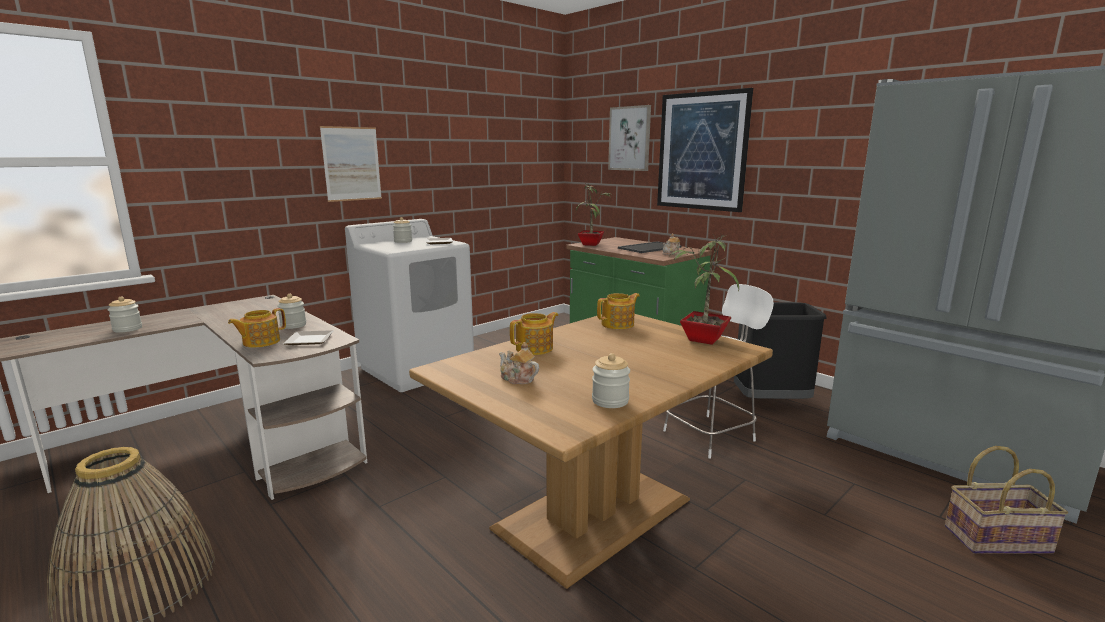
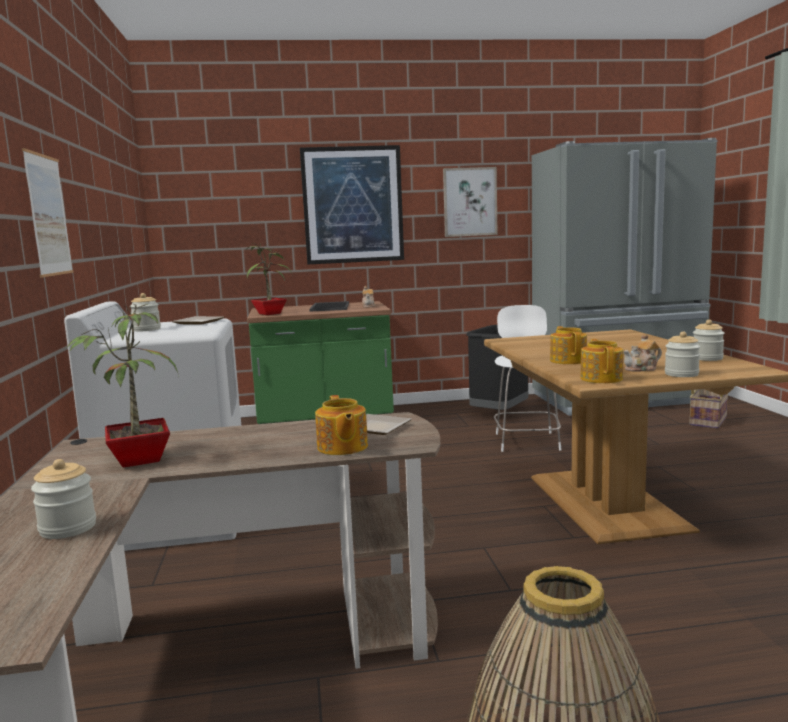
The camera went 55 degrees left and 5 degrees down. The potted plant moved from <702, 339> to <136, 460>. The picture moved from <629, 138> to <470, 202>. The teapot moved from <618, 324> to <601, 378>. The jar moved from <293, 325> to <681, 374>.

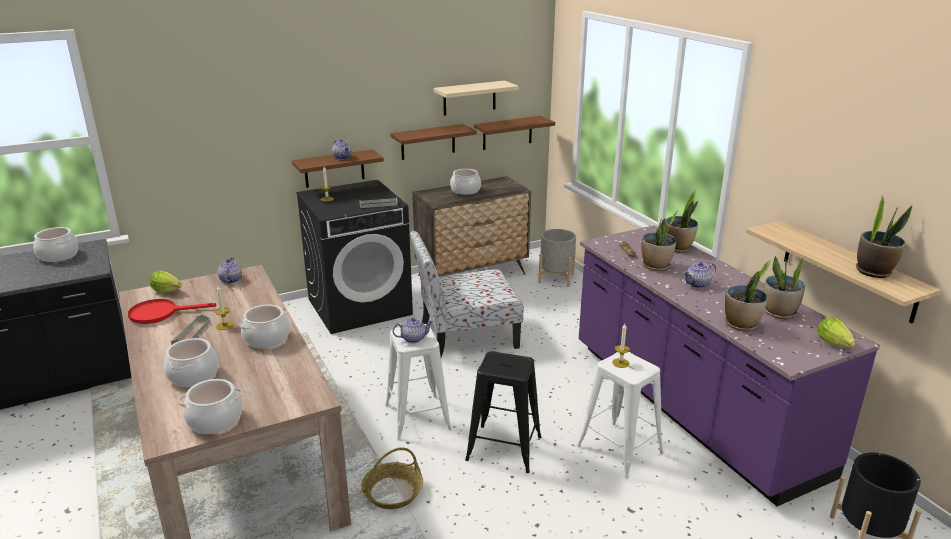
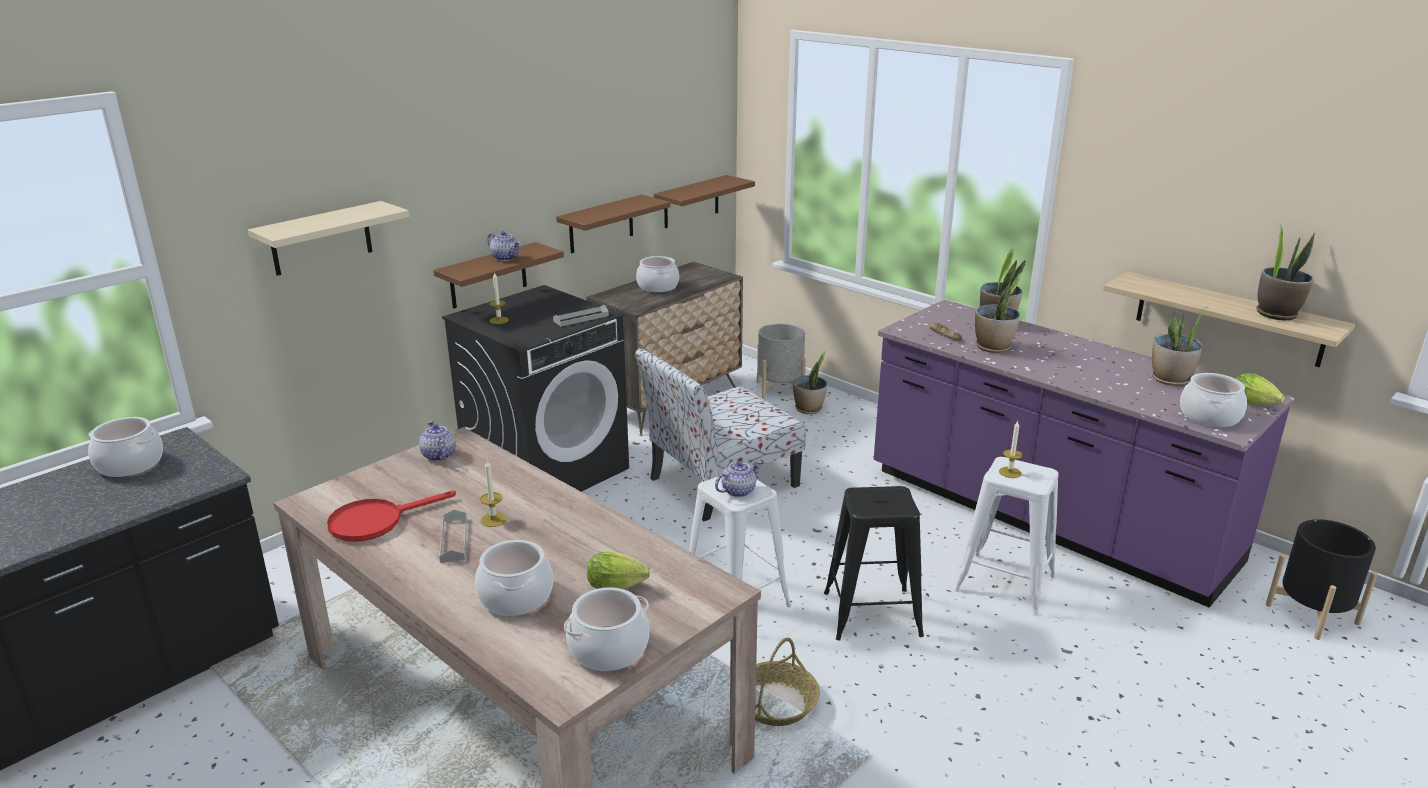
The camera went 20 degrees left and 0 degrees up. The shelf in beige moved from <469, 98> to <321, 238>. The lettuce moved from <168, 291> to <619, 586>. The potted plant moved from <741, 324> to <809, 409>. The cooking pot moved from <266, 339> to <1210, 416>. The teapot at <698, 284> disappeared.

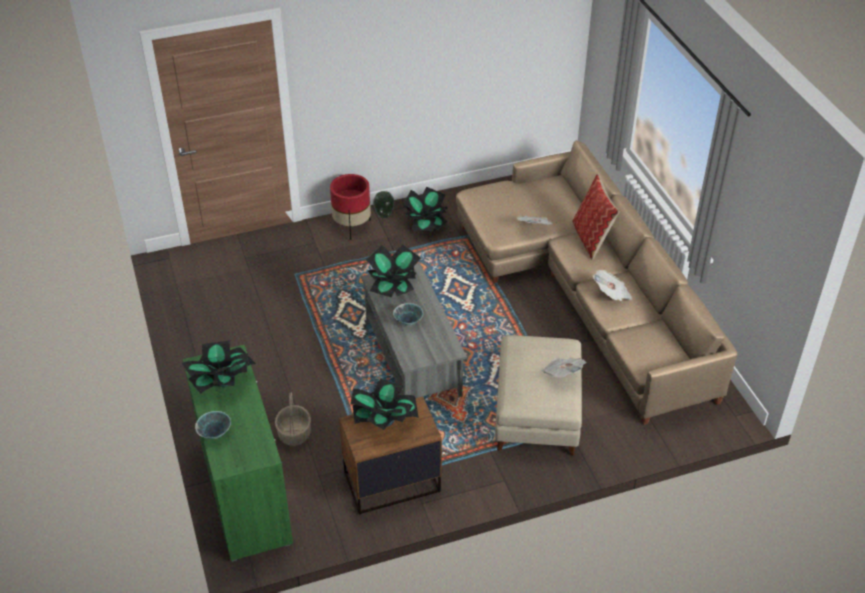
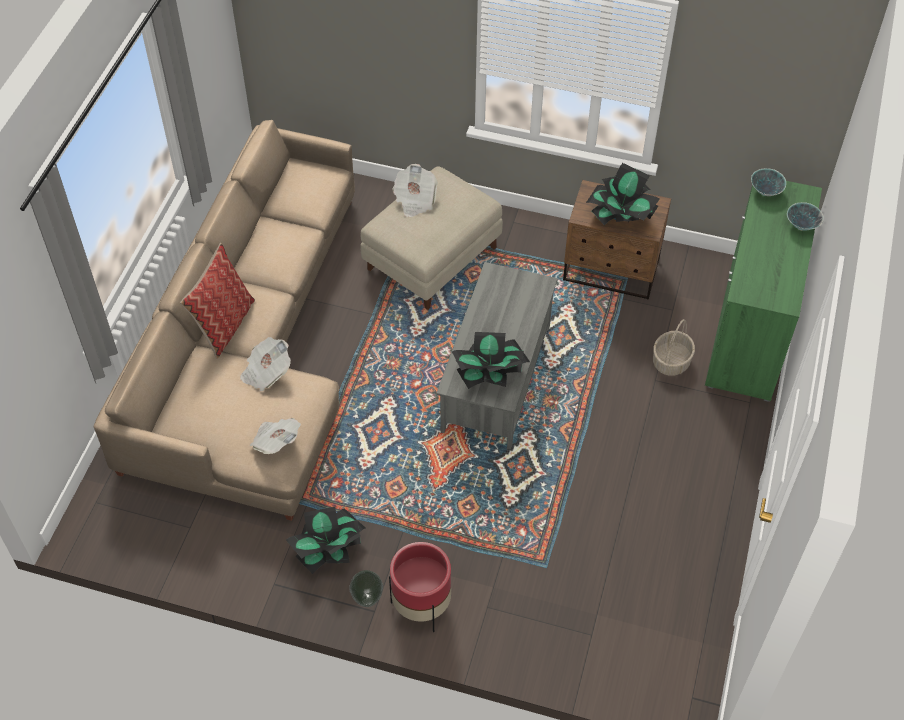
The camera went 145 degrees left and 10 degrees up. The newspaper moved from <611, 294> to <276, 442>. The bowl moved from <408, 322> to <765, 191>. The potted plant at <223, 382> disappeared.

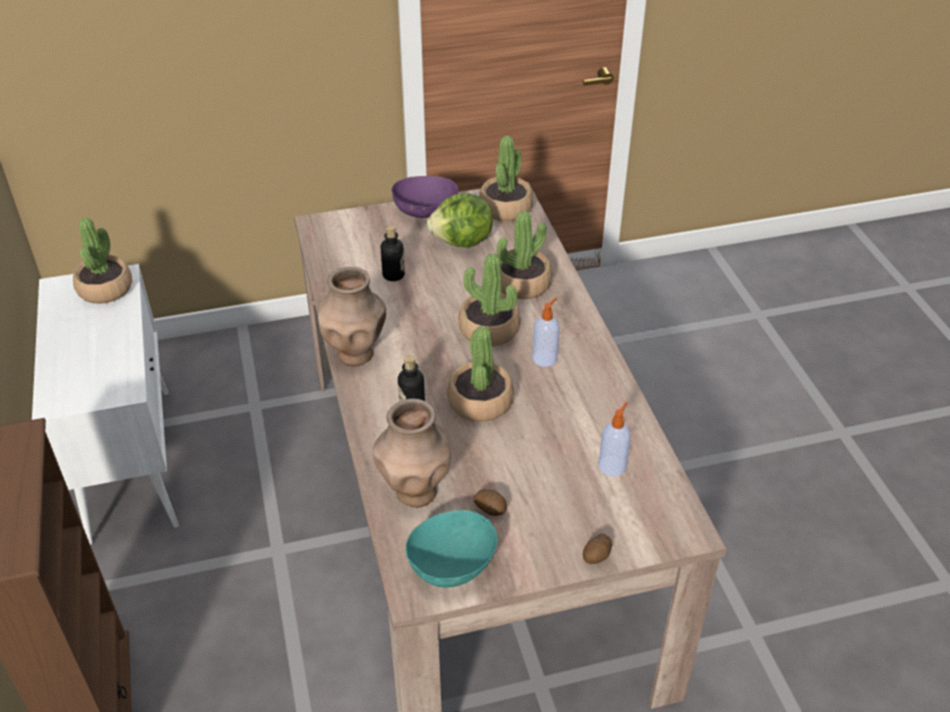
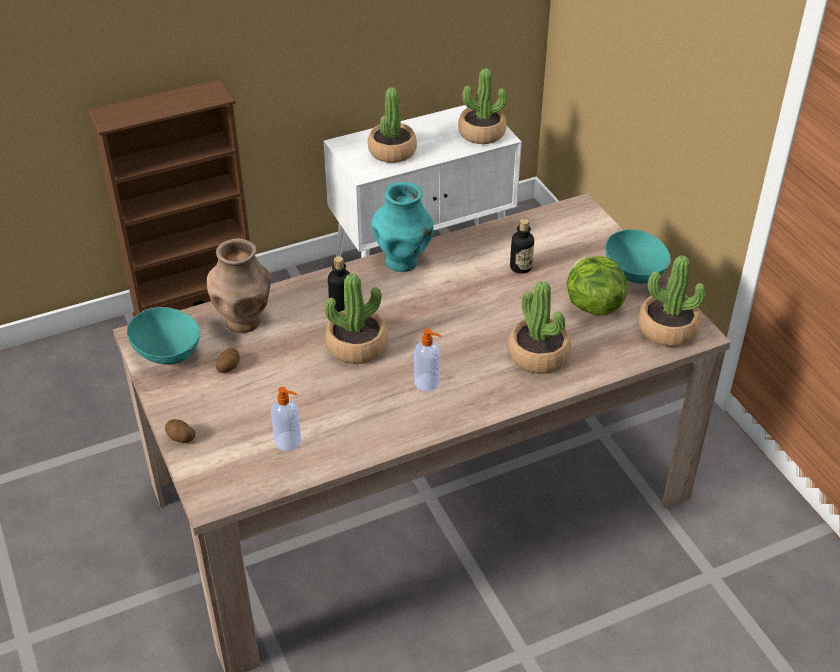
The camera went 80 degrees right and 0 degrees up. The potted plant moved from <489, 329> to <392, 151>. The vase in brown at <355, 353> became the vase in turquoise at <402, 262>. The bowl in purple at <425, 211> became the bowl in turquoise at <635, 272>.

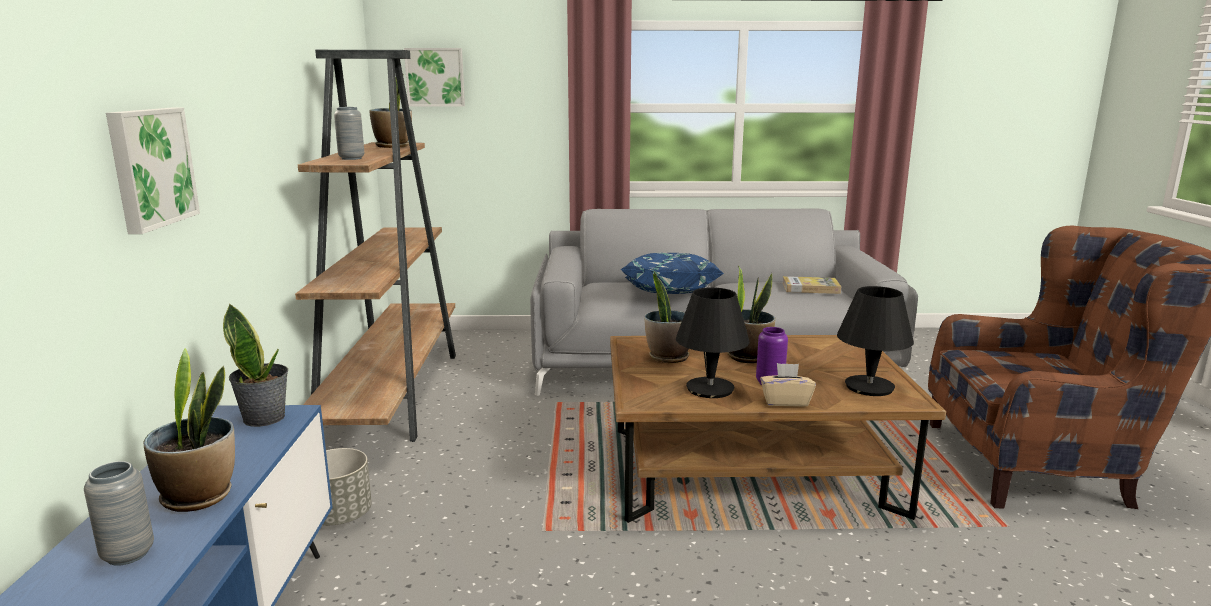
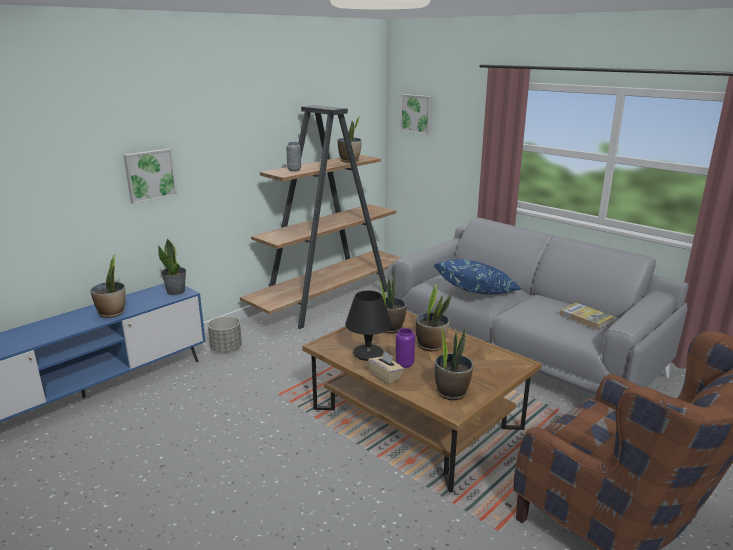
The camera went 45 degrees right and 5 degrees up. The table lamp in black at <869, 387> was replaced by the potted plant at <451, 392>. The vase in grey at <128, 554> disappeared.

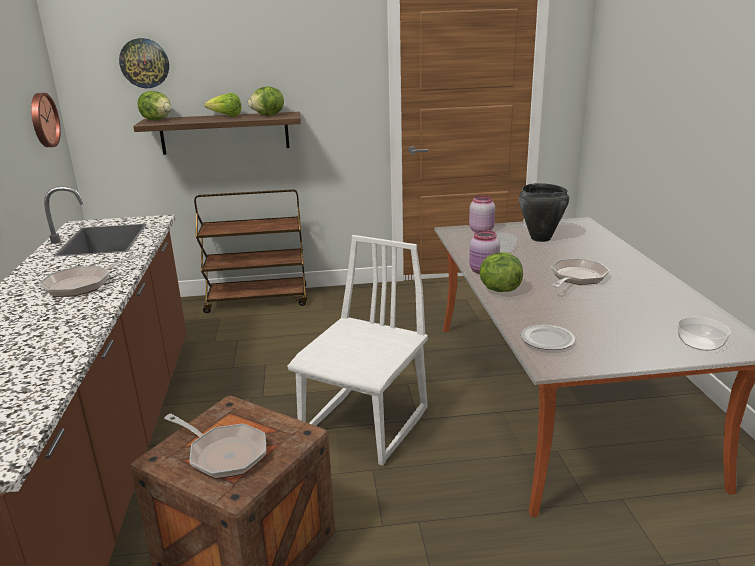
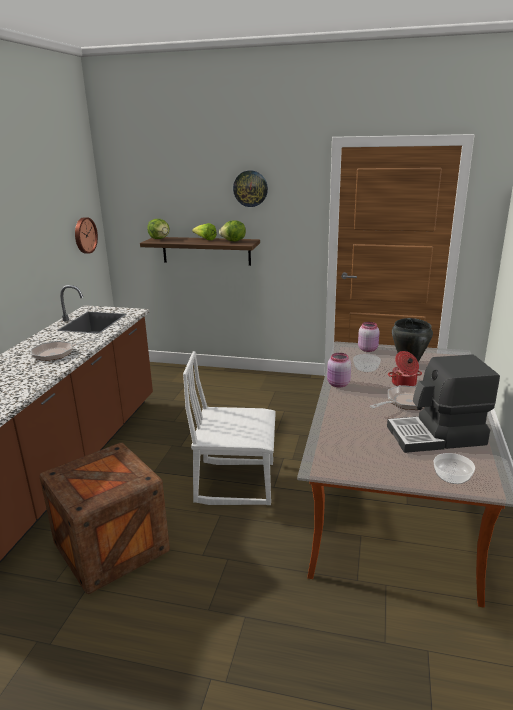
The camera went 20 degrees right and 0 degrees up. The chair in white at <366, 425> turned 135 degrees counterclockwise. The wall clock moved from <144, 63> to <250, 188>. The coffee machine at <437, 436> appeared. The cooking pot at <404, 383> appeared. The frying pan at <223, 454> disappeared. The cart in brown at <258, 300> disappeared. The lettuce at <498, 289> disappeared. The plate at <547, 340> disappeared.

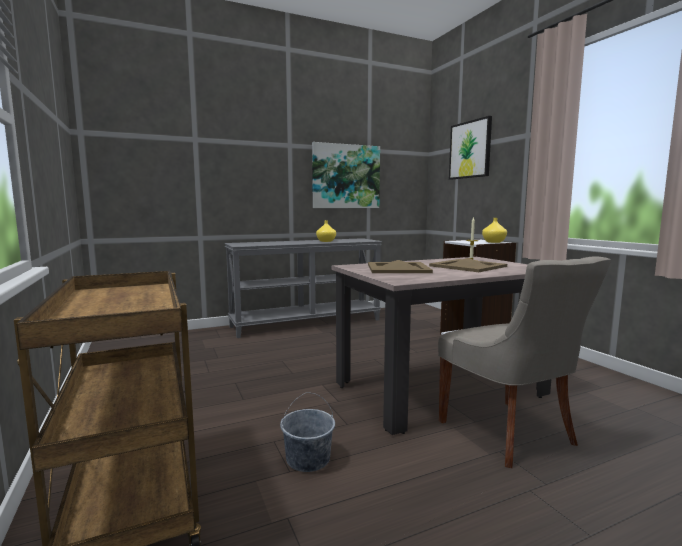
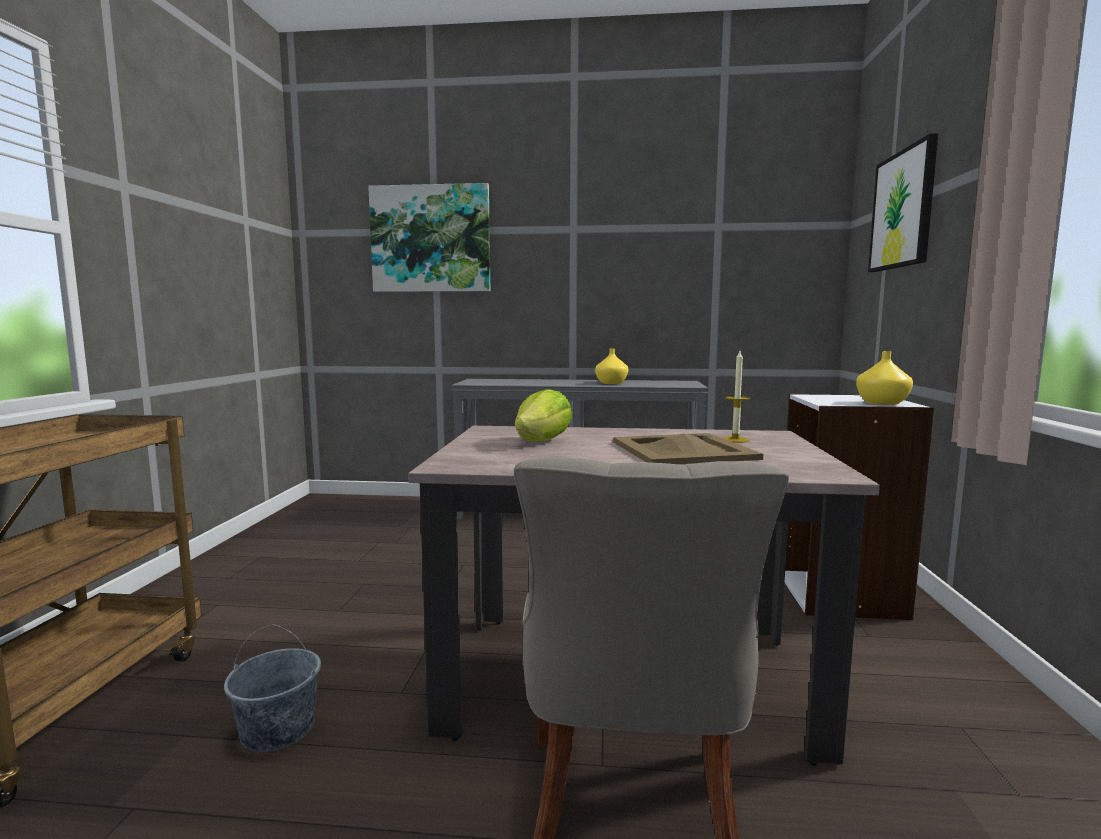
The camera went 30 degrees right and 0 degrees up. The picture moved from <346, 176> to <431, 239>. The tray in beige at <398, 268> was replaced by the lettuce at <543, 441>.

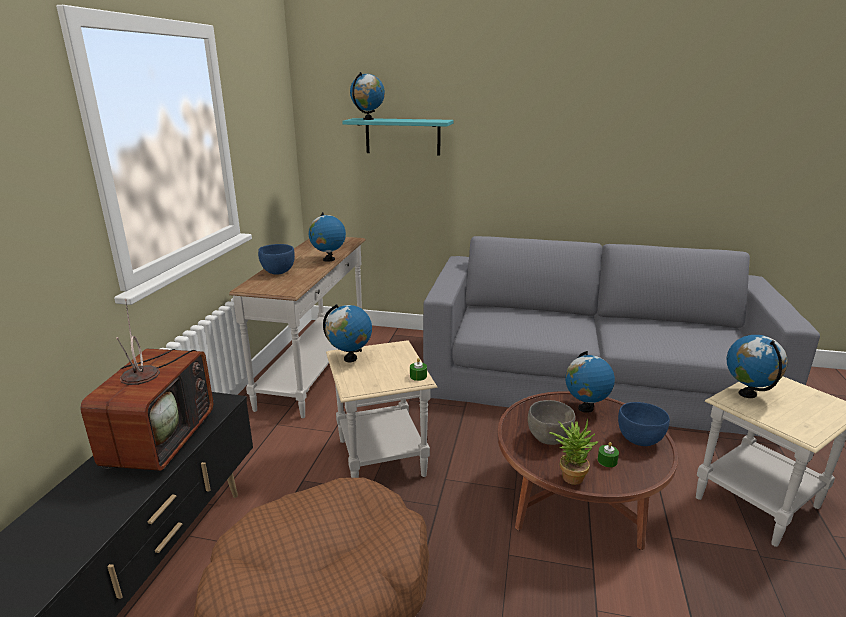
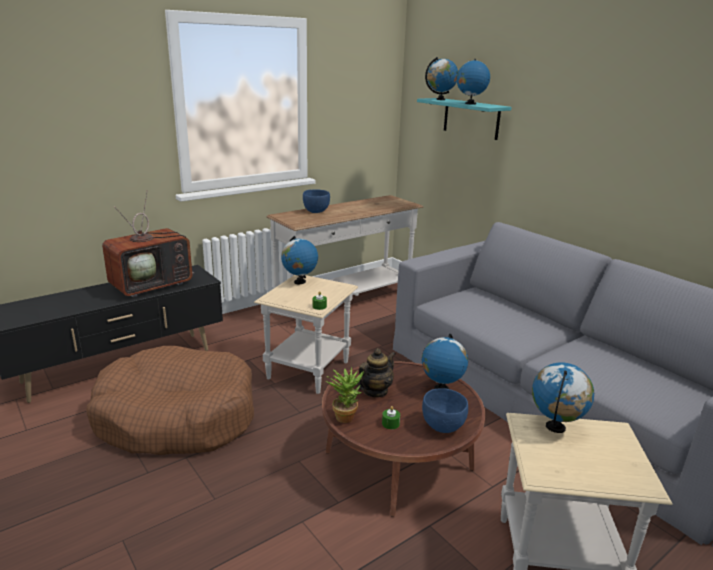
The camera went 40 degrees right and 0 degrees up. The bowl in grey at <548, 439> was replaced by the teapot at <375, 391>. The globe moved from <328, 259> to <470, 104>.

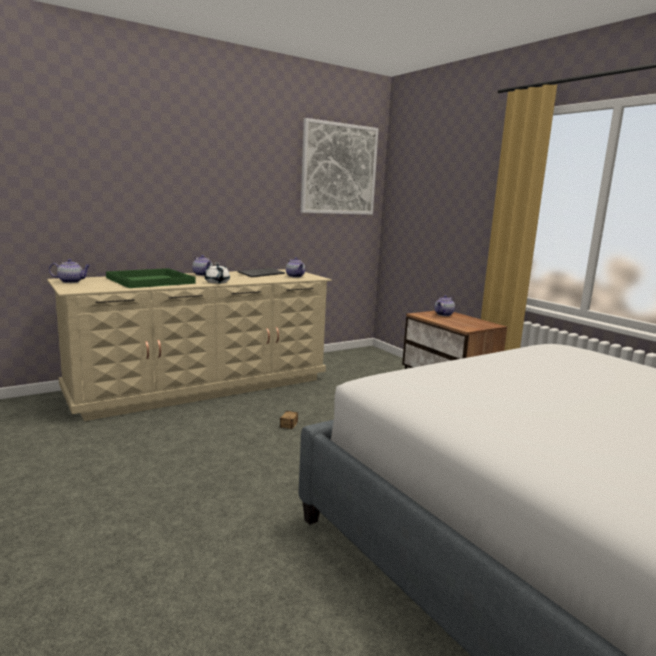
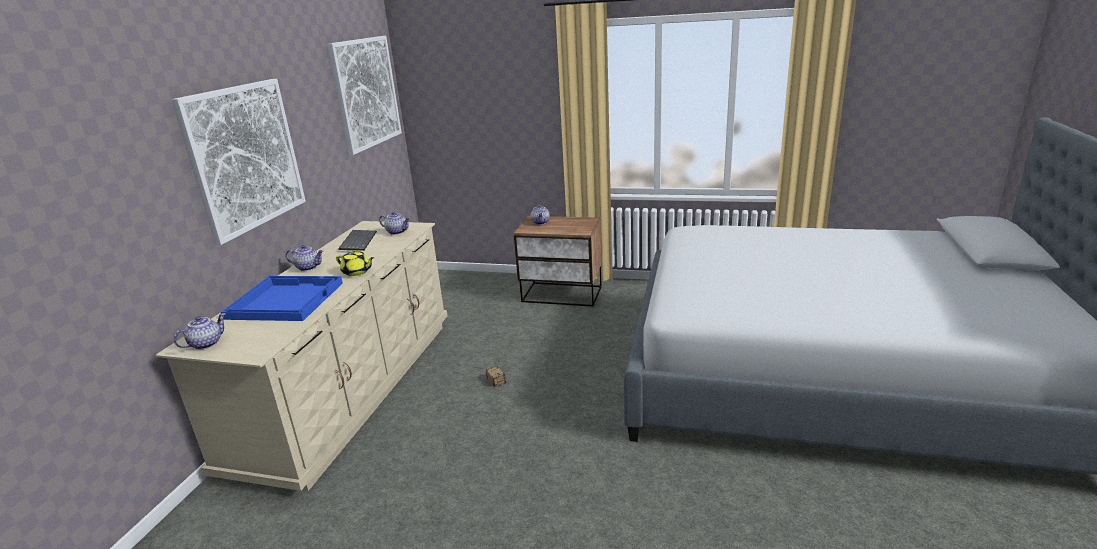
The camera went 40 degrees left and 10 degrees up. The picture at <245, 157> appeared. The tray in green at <151, 280> became the tray in blue at <285, 300>. The teapot in white at <217, 282> became the teapot in yellow at <357, 272>.

